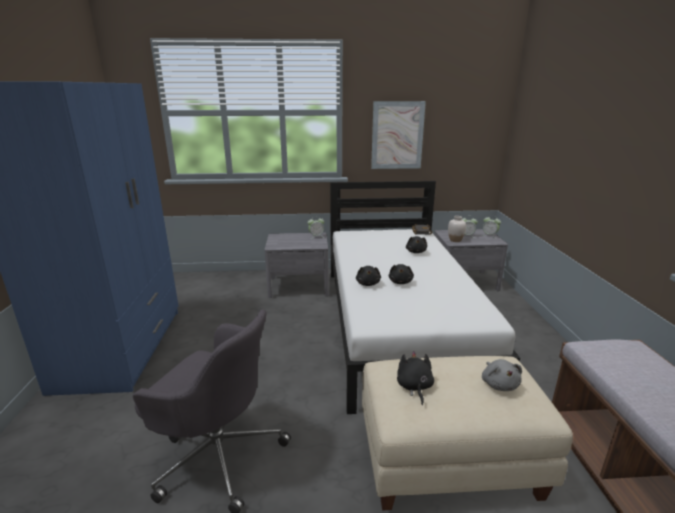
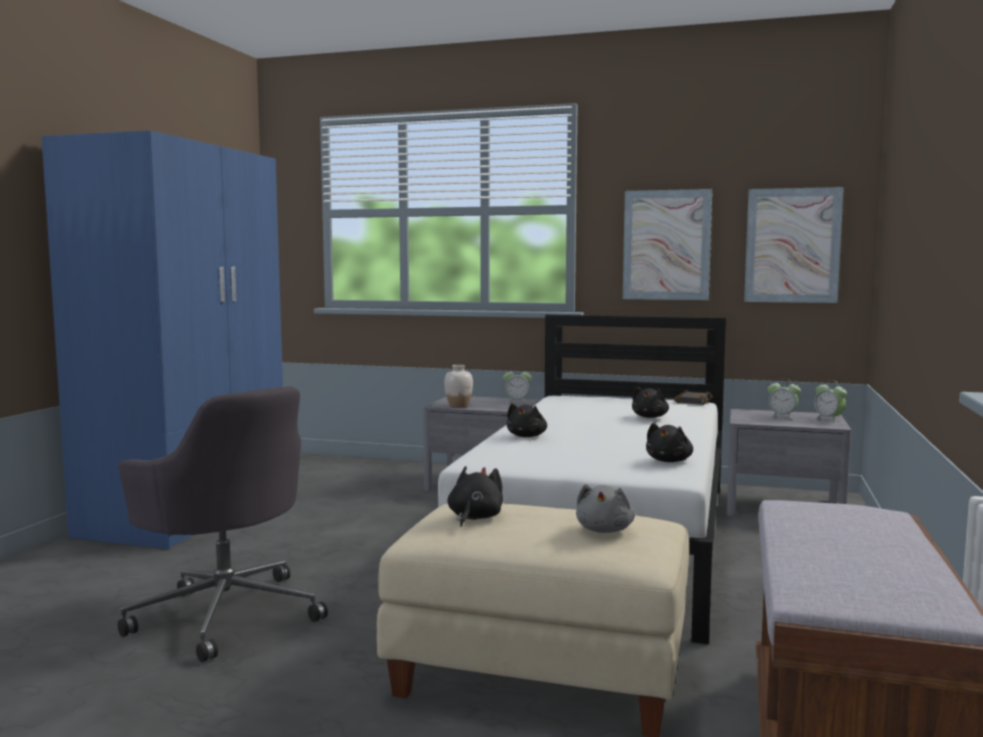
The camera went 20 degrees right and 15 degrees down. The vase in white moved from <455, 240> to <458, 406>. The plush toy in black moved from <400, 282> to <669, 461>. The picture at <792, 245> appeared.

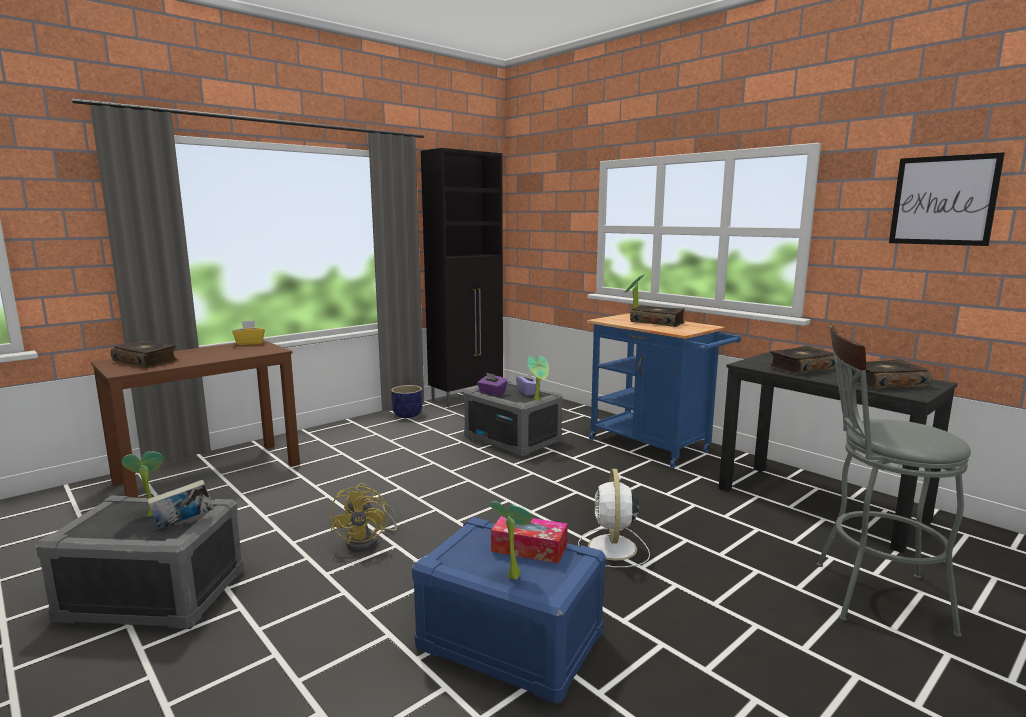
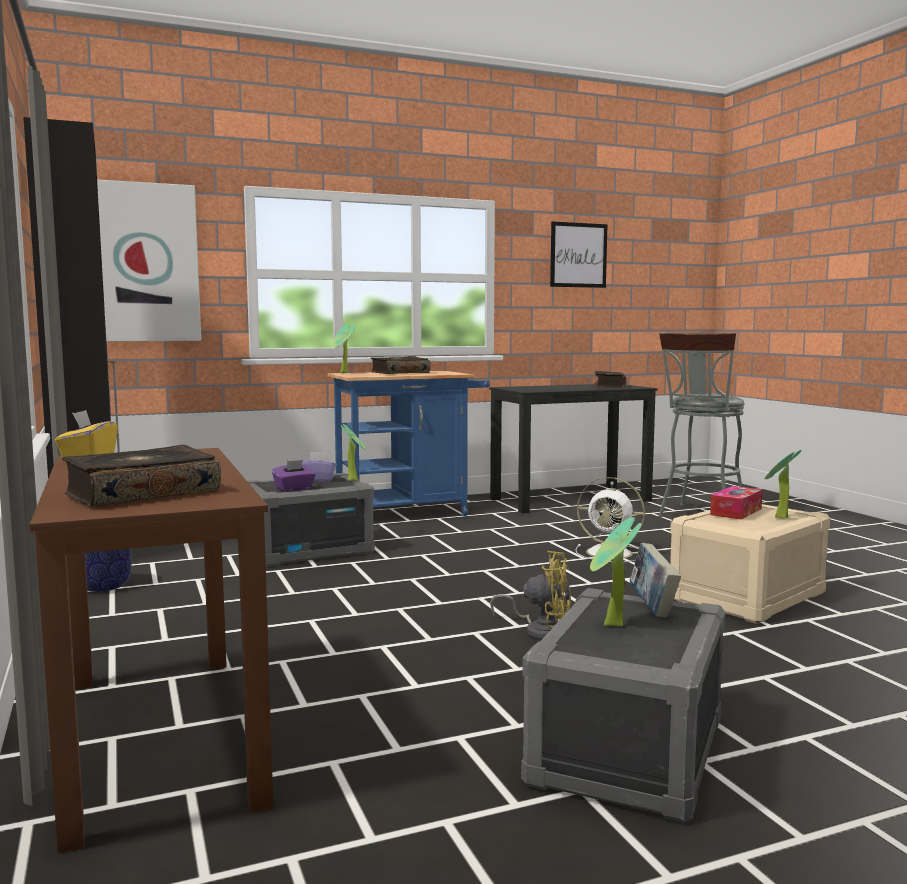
The camera went 70 degrees left and 5 degrees down. The picture at <143, 263> appeared. The storage box in blue at <509, 642> became the storage box in beige at <747, 597>. The book at <801, 368> disappeared.

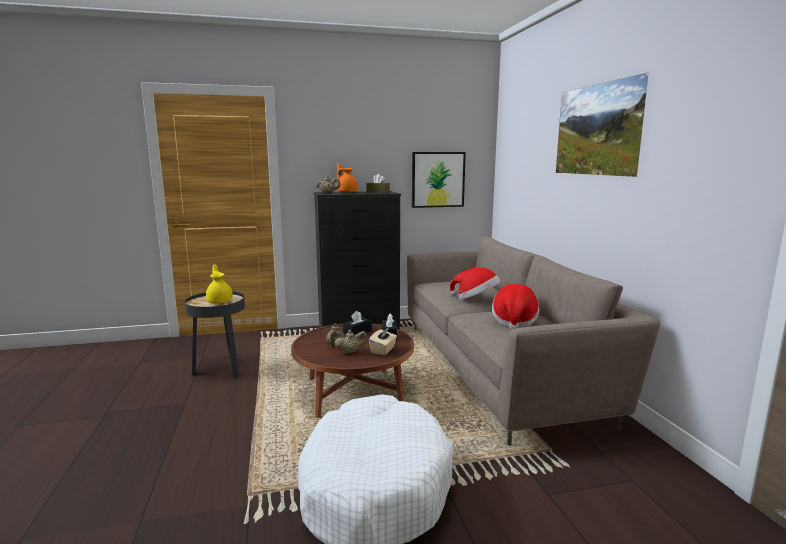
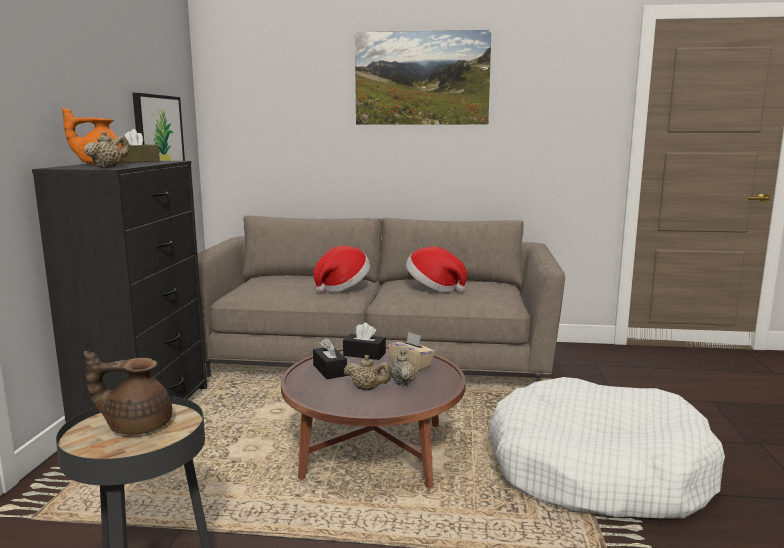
The camera went 70 degrees left and 0 degrees up. The teapot in yellow at <220, 301> became the teapot in brown at <137, 425>.

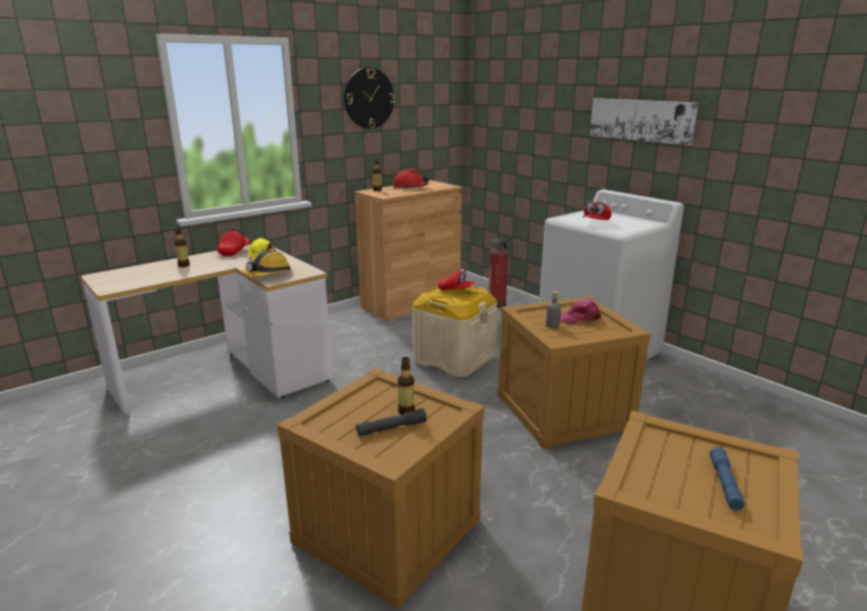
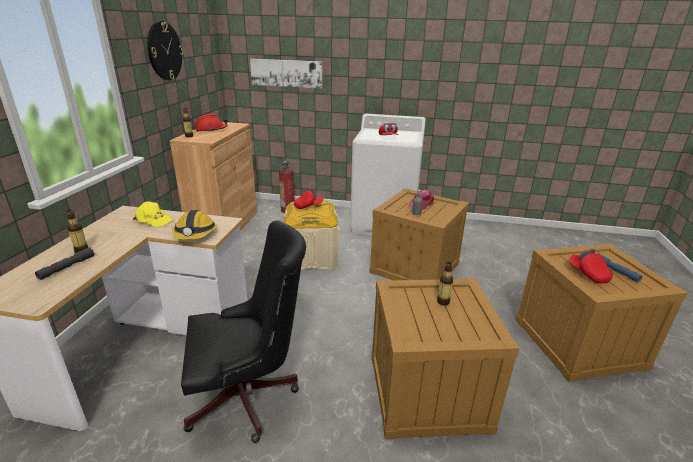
The camera went 40 degrees left and 5 degrees up. The flashlight in grey moved from <391, 428> to <67, 267>. The office chair in black at <249, 397> appeared. The picture moved from <641, 120> to <286, 73>. The cap in red moved from <234, 251> to <588, 274>.

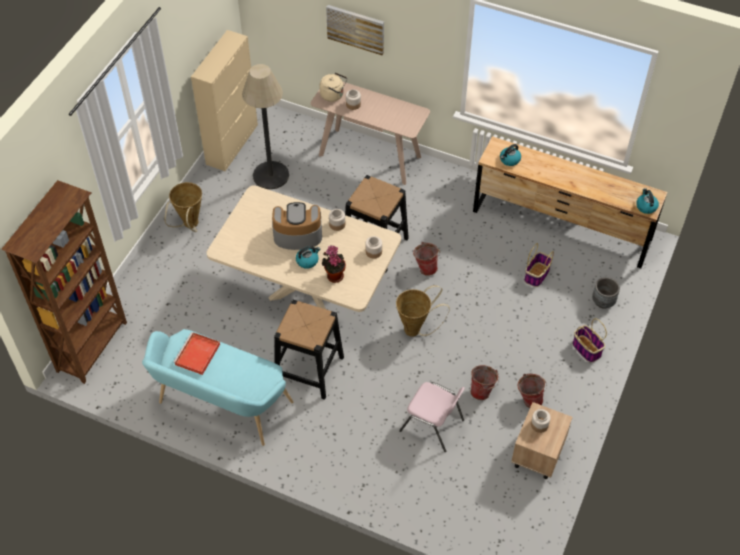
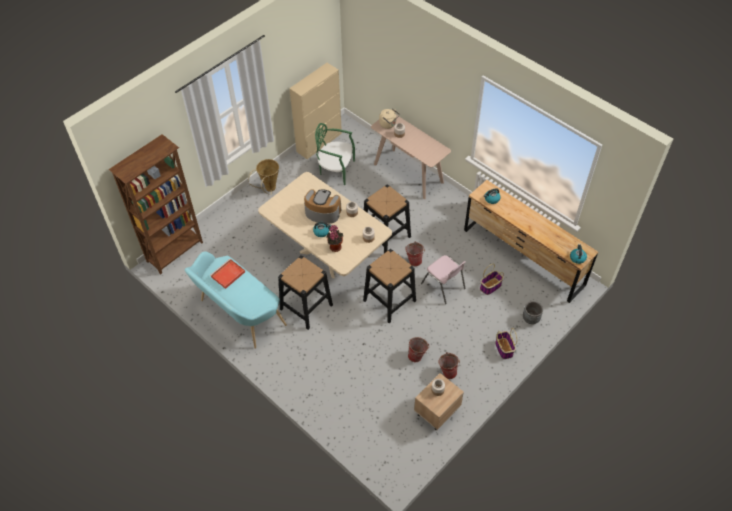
The camera went 20 degrees right and 0 degrees up. The floor lamp at <271, 175> was replaced by the chair in green at <336, 169>. The basket at <416, 329> was replaced by the stool in black at <389, 300>. The chair in pink moved from <432, 426> to <443, 286>. The picture at <356, 29> disappeared.

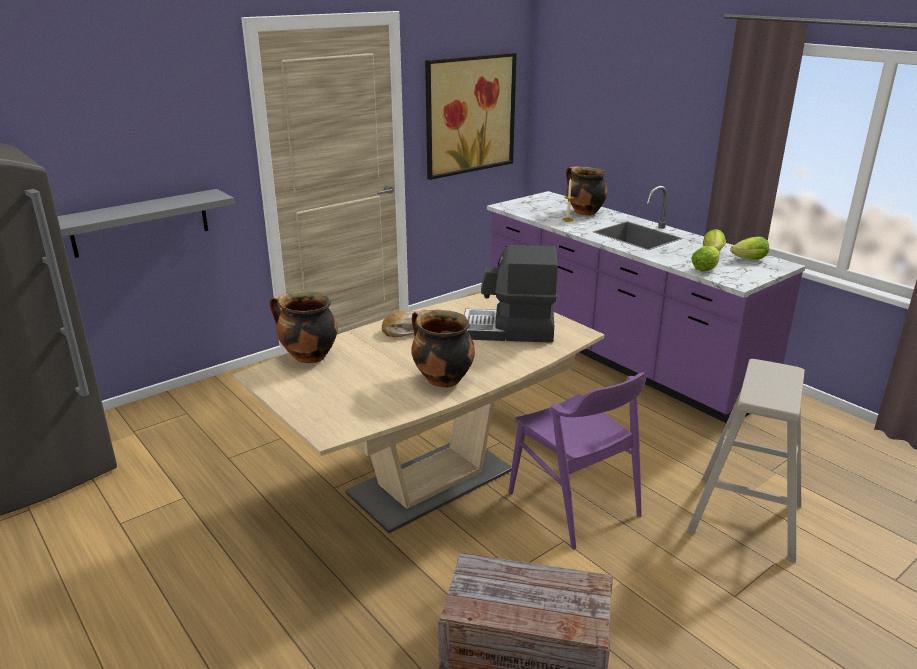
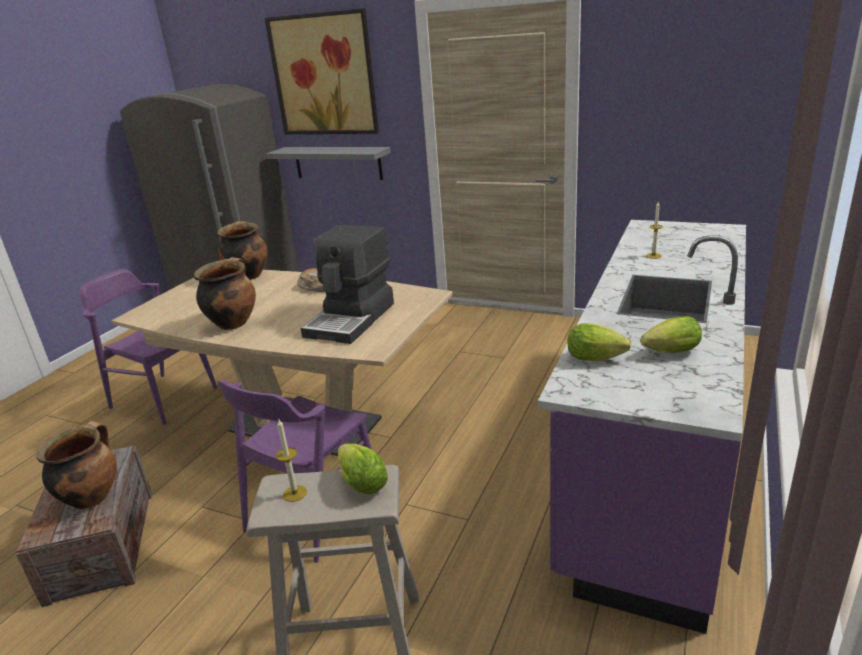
The camera went 65 degrees right and 0 degrees up. The cooking pot moved from <584, 212> to <92, 496>. The chair in purple at <163, 398> appeared. The picture moved from <470, 115> to <324, 75>. The candle at <295, 493> appeared. The coffee machine at <509, 330> turned 135 degrees counterclockwise. The lettuce moved from <747, 260> to <360, 481>.

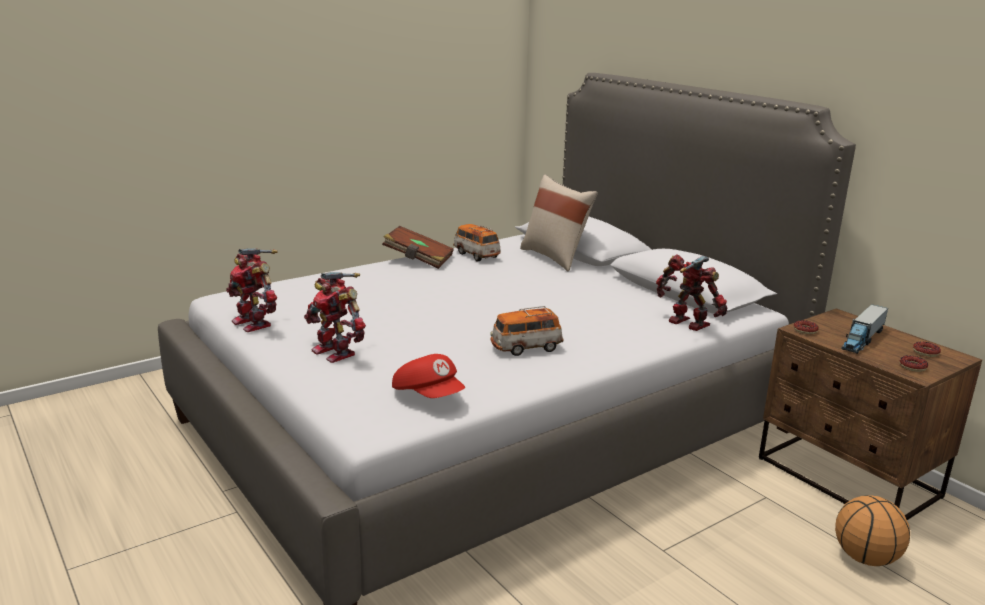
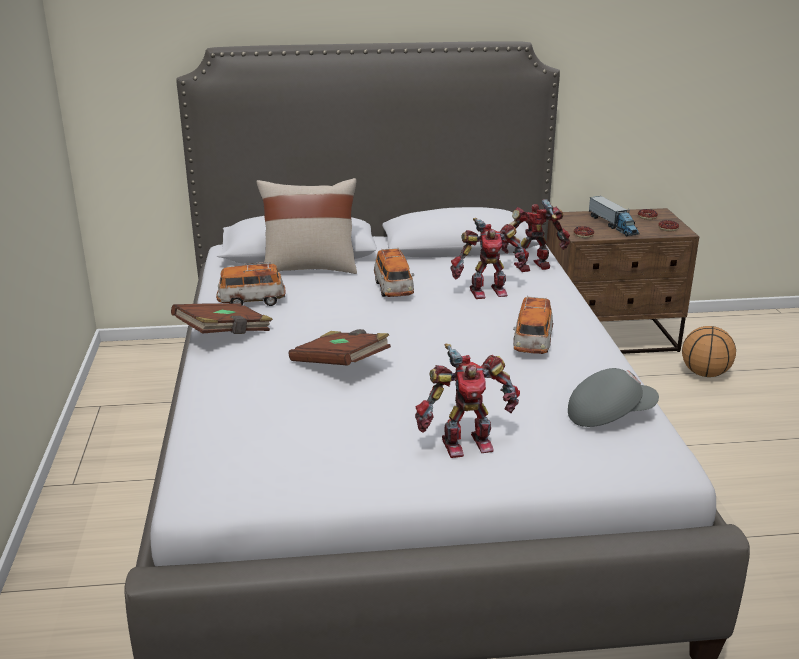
The camera went 60 degrees left and 5 degrees up. The book in brown at <341, 365> appeared. The toy car at <393, 289> appeared. The toy robot moved from <254, 323> to <486, 291>. The cap in red at <429, 395> became the cap in grey at <609, 415>.

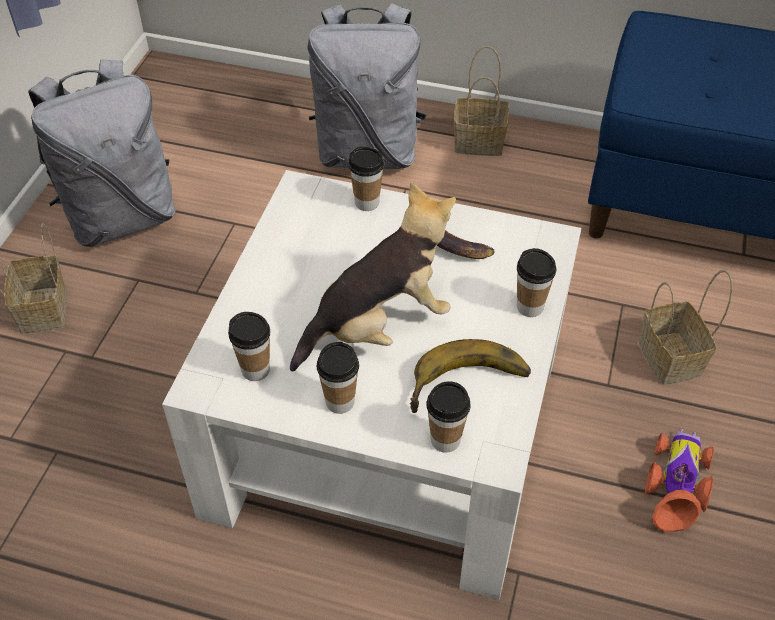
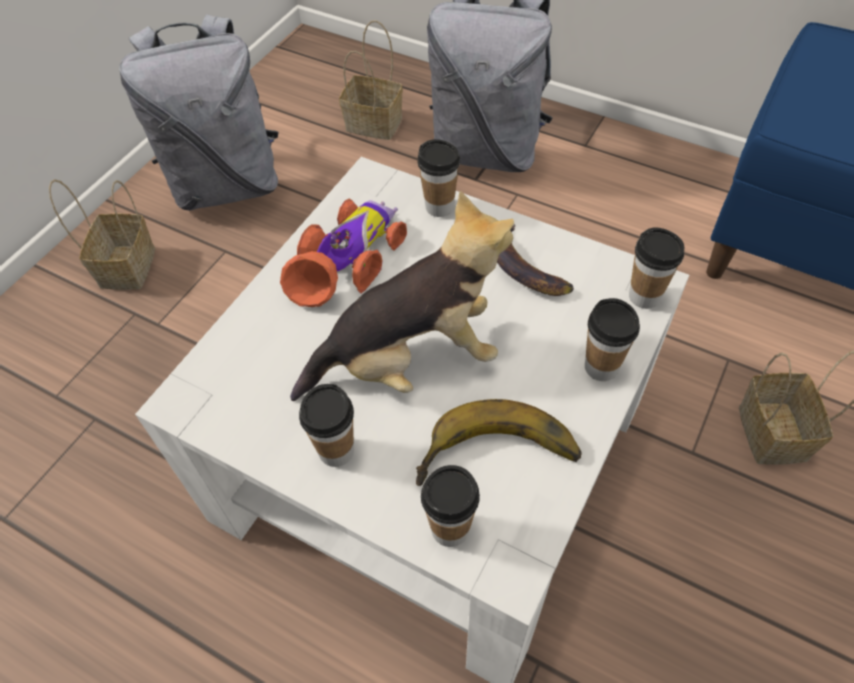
The camera went 15 degrees right and 5 degrees up. The toy car moved from <677, 484> to <349, 260>. The basket moved from <480, 141> to <376, 123>. The cup moved from <255, 370> to <644, 296>.

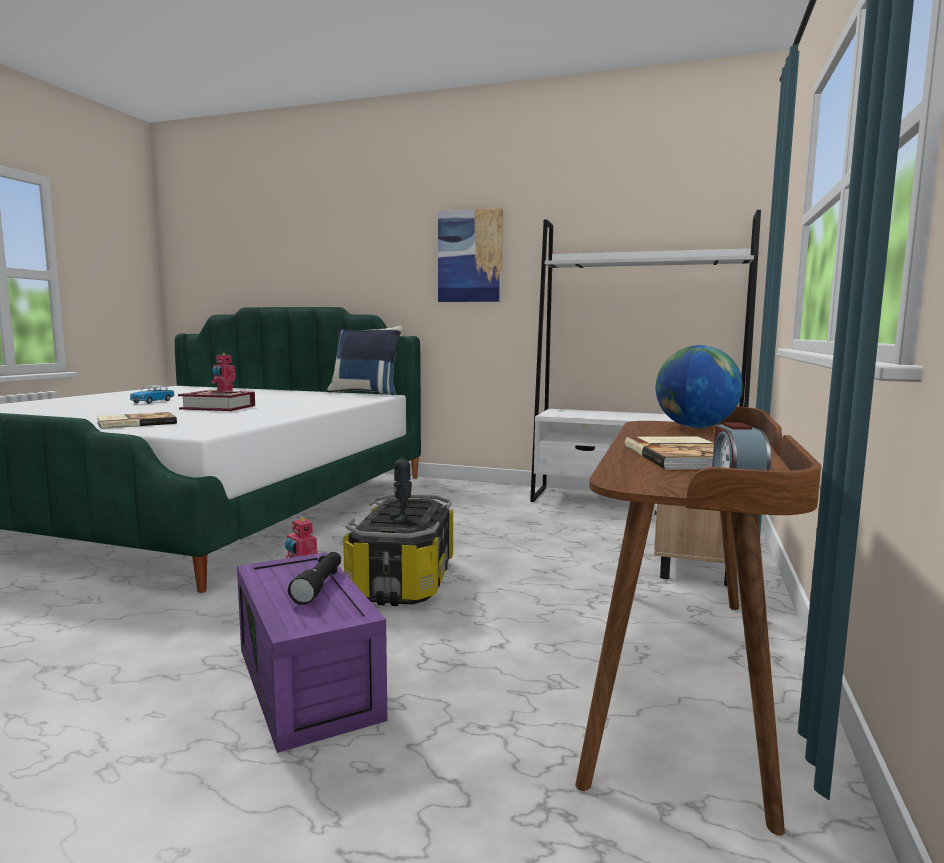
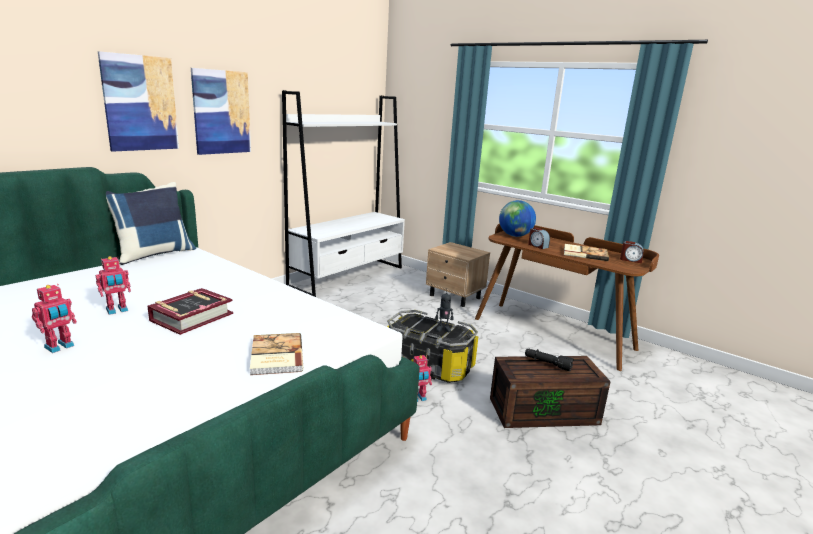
The camera went 70 degrees left and 10 degrees up. The toy car at <152, 402> was replaced by the toy robot at <60, 347>. The picture at <140, 103> appeared. The storage box in purple at <311, 683> became the storage box in brown at <544, 410>. The alarm clock at <537, 246> appeared.

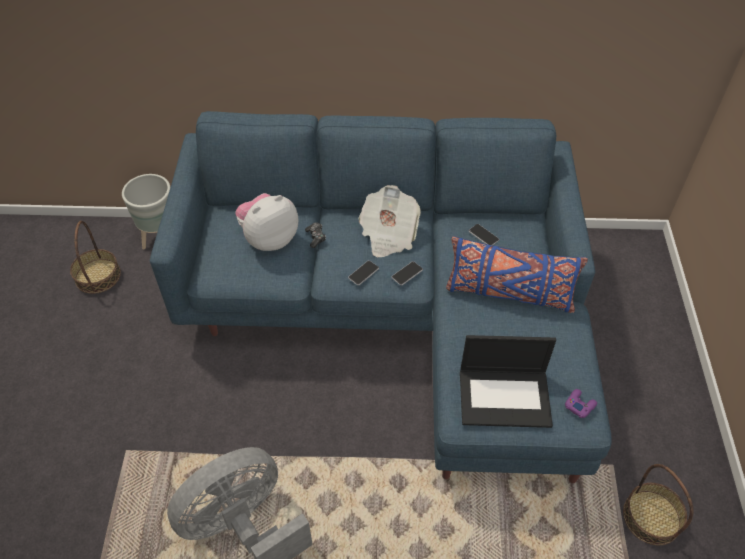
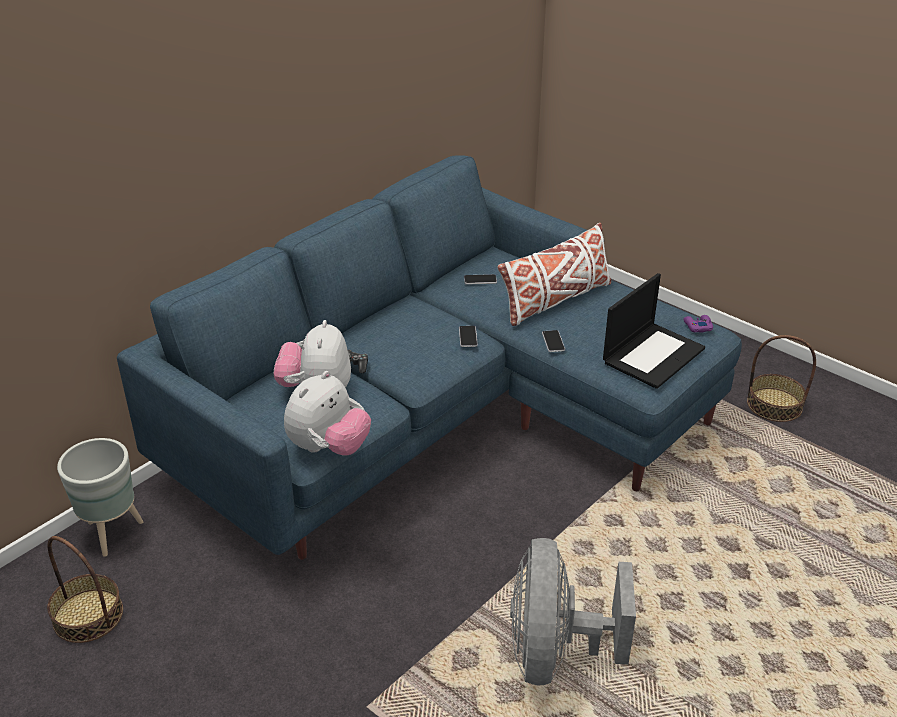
The camera went 50 degrees left and 15 degrees down. The plush toy at <329, 448> appeared. The pillow in blue at <509, 293> became the pillow in white at <555, 301>. The phone moved from <363, 273> to <553, 342>. The newspaper at <388, 234> disappeared.

